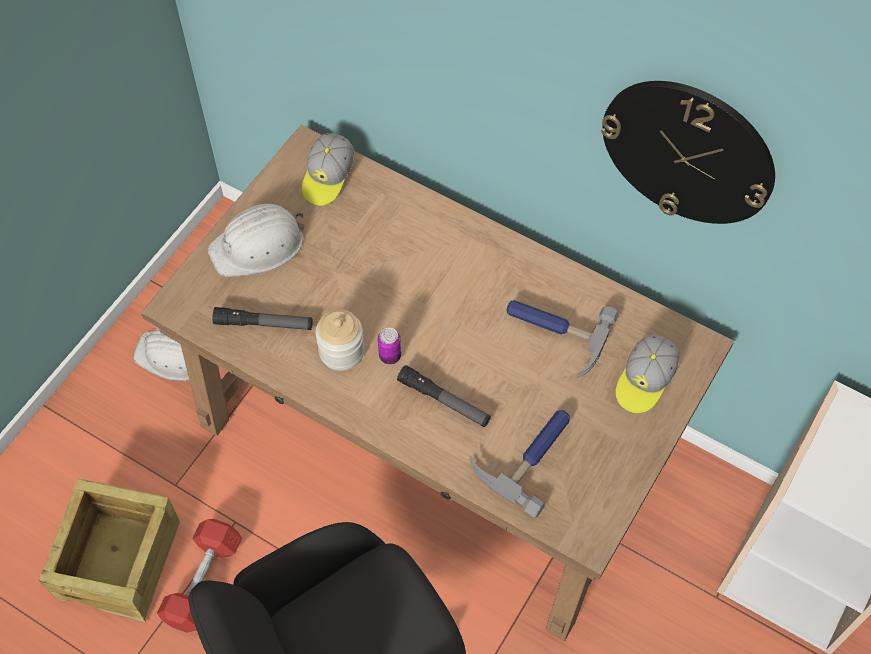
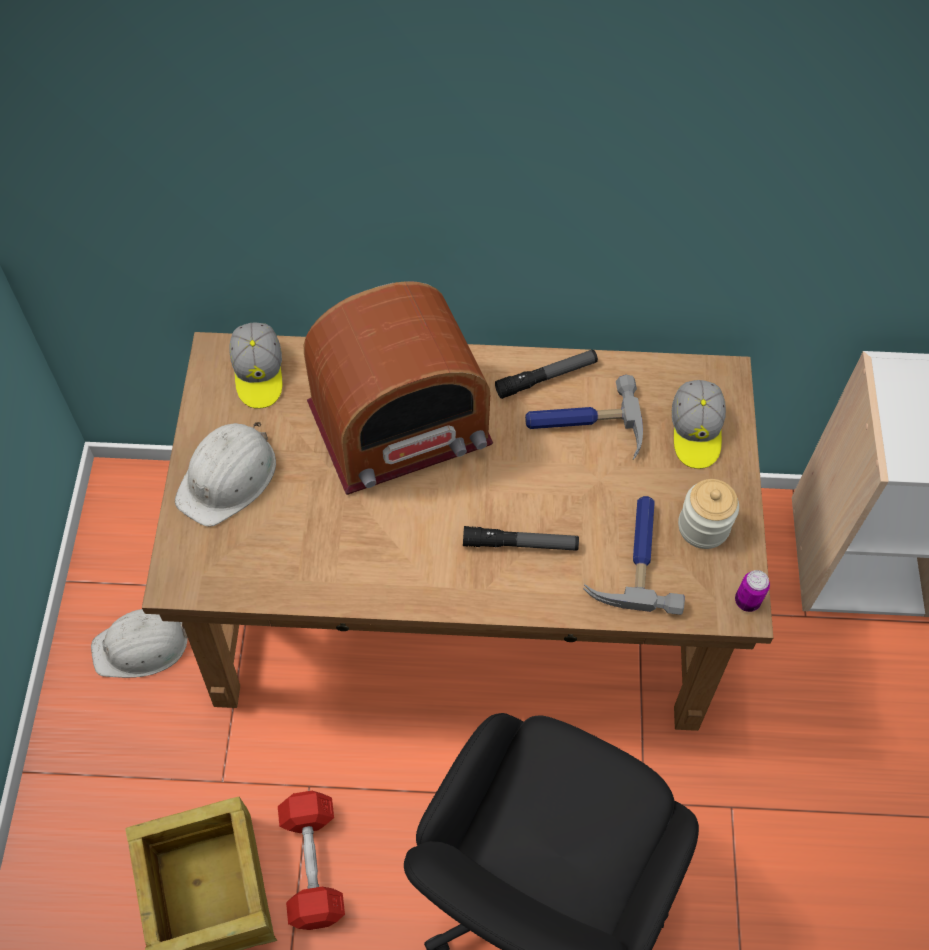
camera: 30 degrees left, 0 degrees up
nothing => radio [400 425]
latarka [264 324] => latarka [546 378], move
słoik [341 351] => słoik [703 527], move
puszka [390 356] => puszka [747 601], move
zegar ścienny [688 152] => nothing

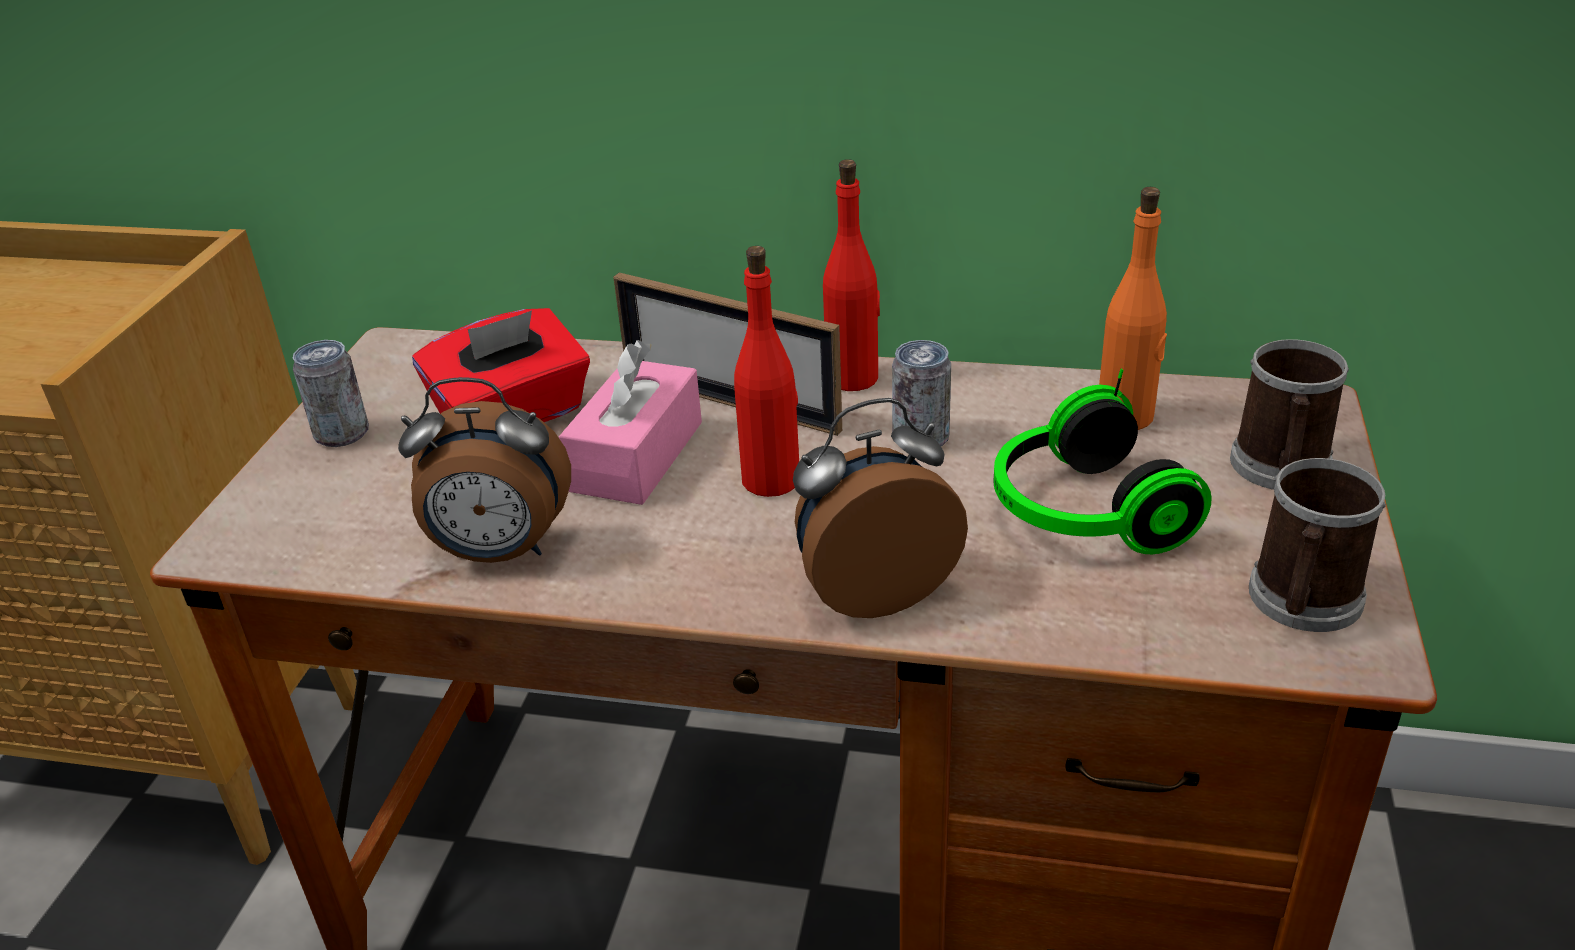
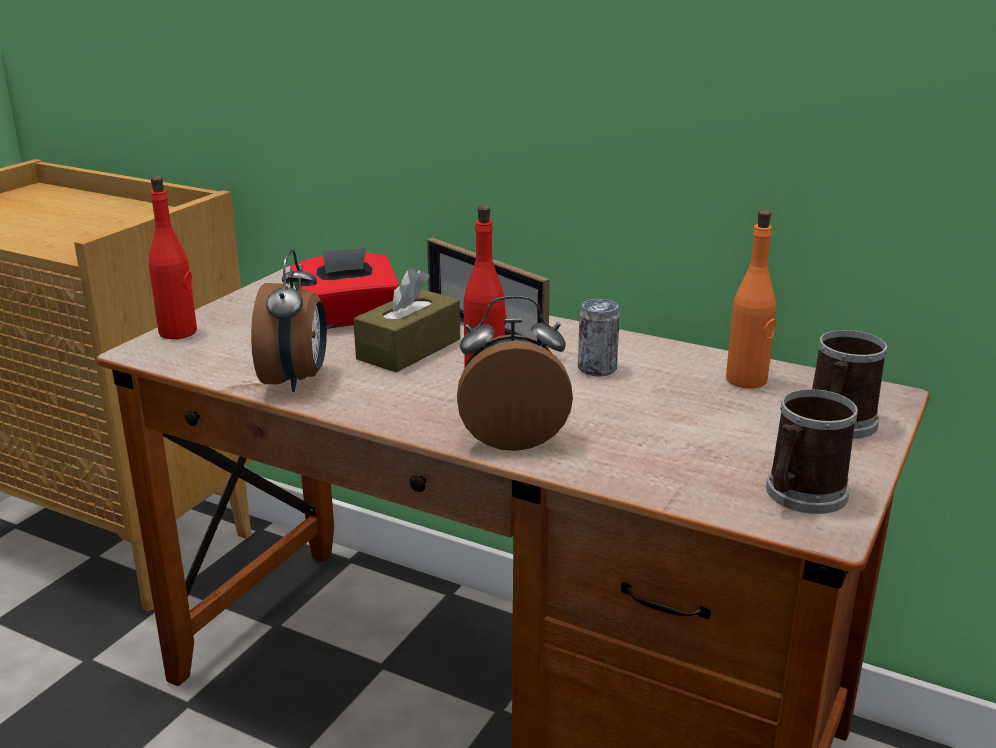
camera: 15 degrees right, 10 degrees down
butelka/czerwony [853 378] => butelka/czerwony [178 332], move
budzik [500 552] => budzik [296 380], 105 degrees counterclockwise
pudełko chusteczek/różowy [637 456] => pudełko chusteczek/brązowy [409 349]
puszka [342 434] => nothing
słuchawki [1081 513] => nothing

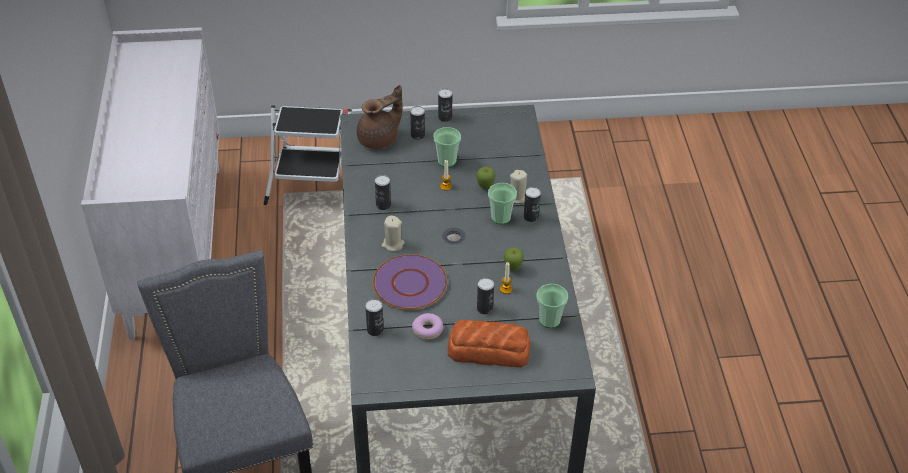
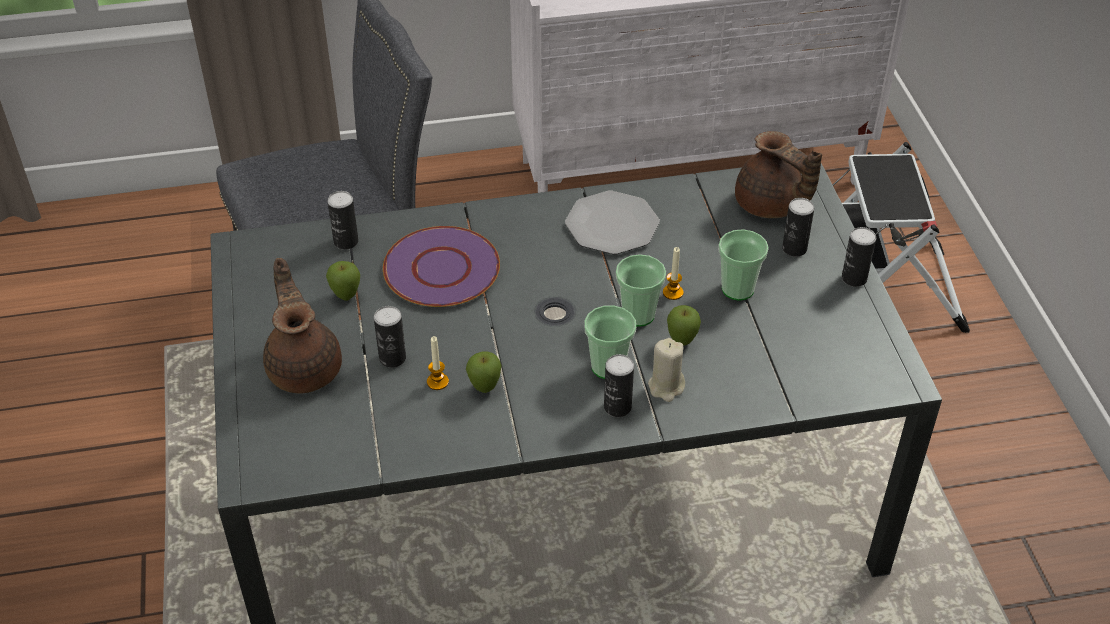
camera: 85 degrees right, 0 degrees up
chleb [488 349] => imbryk/brązowy [305 367]
donut [428 330] => jabłko [346 296]
puszka [383 205] => talerz [612 225]
filiżanka [549 320] => filiżanka [638 315], move
świeca/beżowy [393 244] => nothing

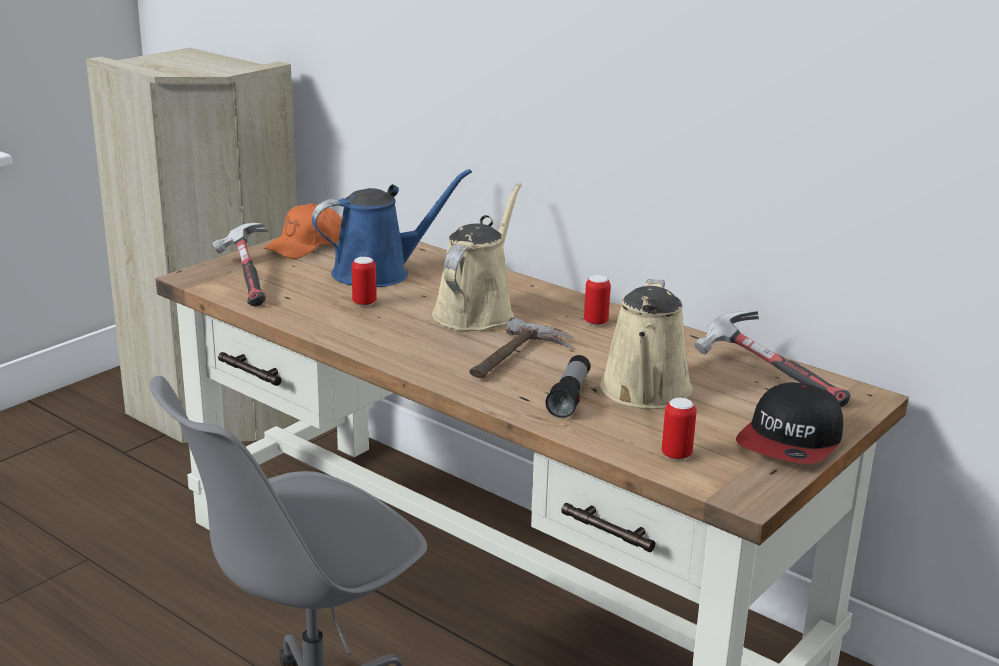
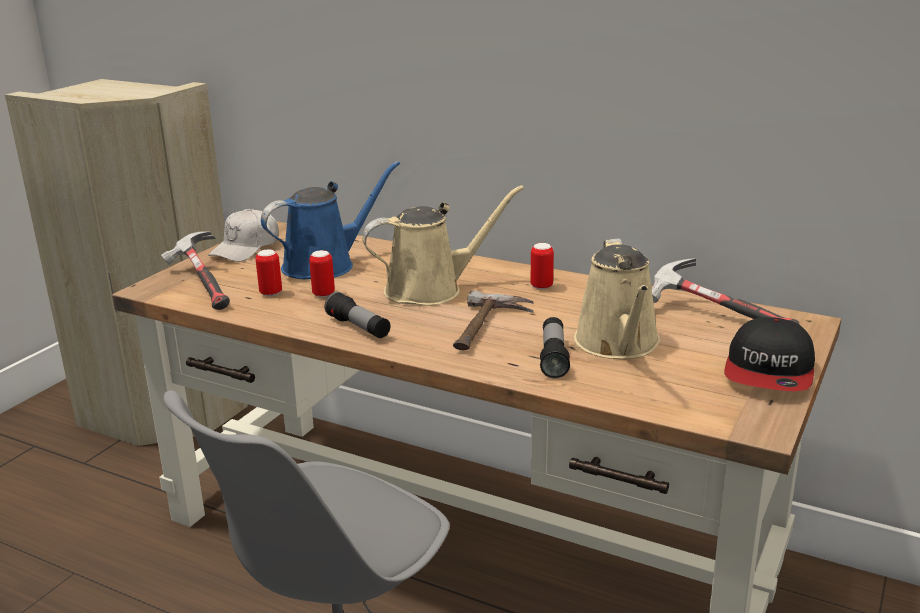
camera: 10 degrees left, 0 degrees up
czapka z daszkiem/pomarańczowy [305 245] => czapka z daszkiem/biały [246 248]
puszka [676 455] => puszka [271 293], move
nothing => latarka [358 328]
konewka/beżowy [476 311] => konewka/beżowy [430 289], 60 degrees clockwise

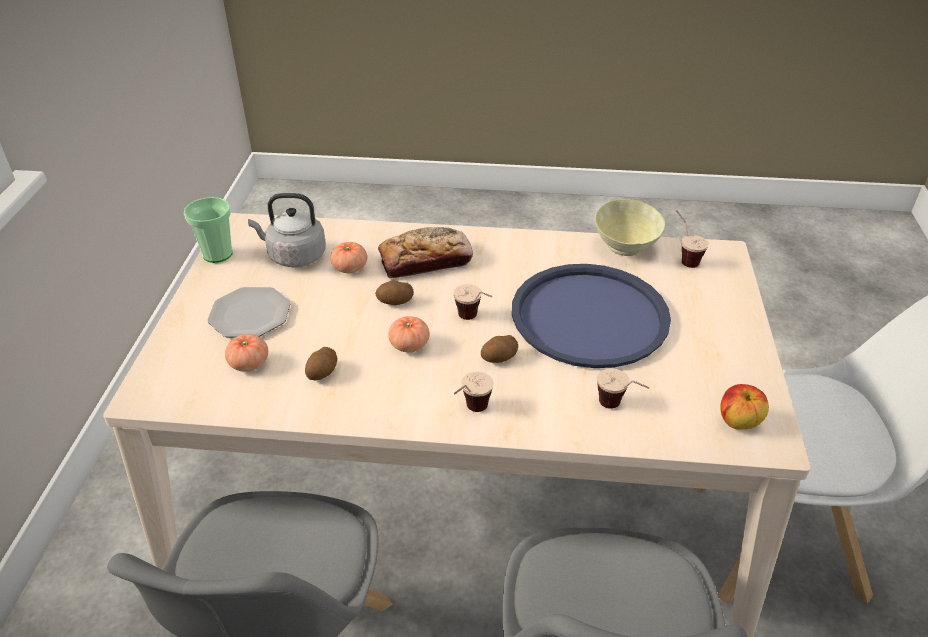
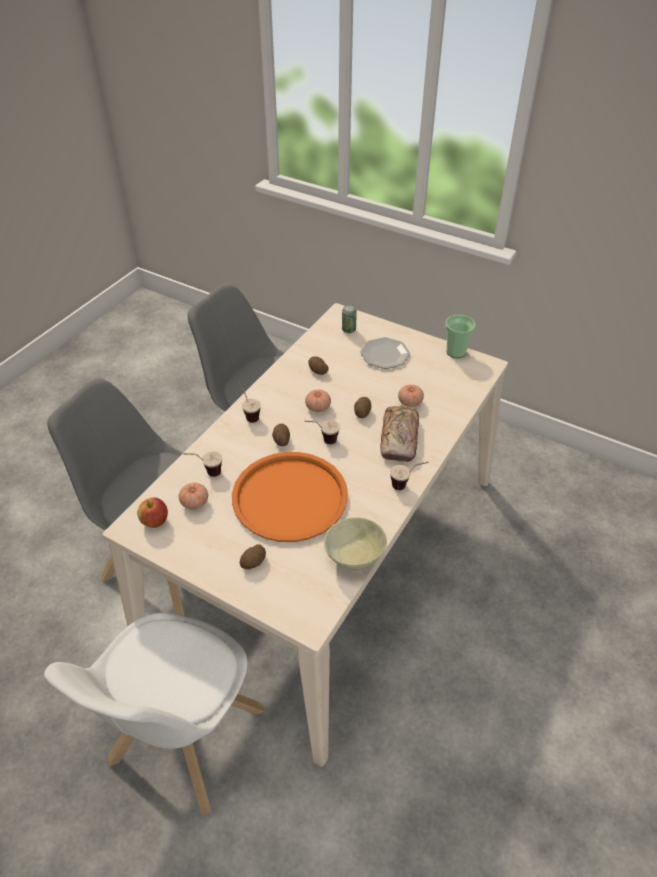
camera: 115 degrees right, 5 degrees up
pomidor [249 363] => pomidor [194 502], move
taca/niebieski [589 316] => taca/pomarańczowy [290 497]
nothing => ziemniak [254 562]
nothing => puszka [348 330]
filiżanka [683 257] => filiżanka [407 485], move
czajnik/szary [294 256] => nothing

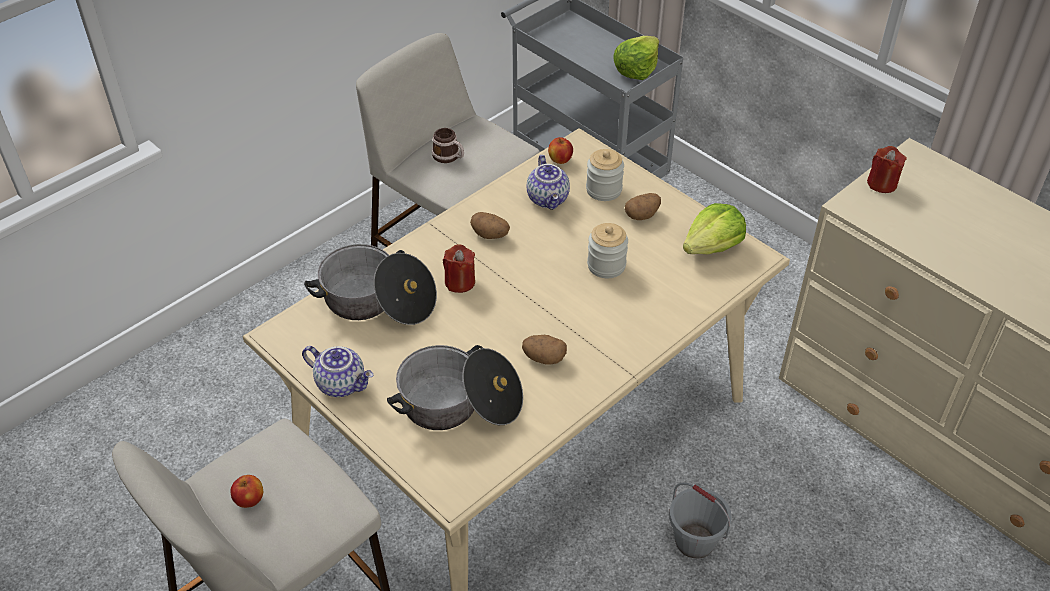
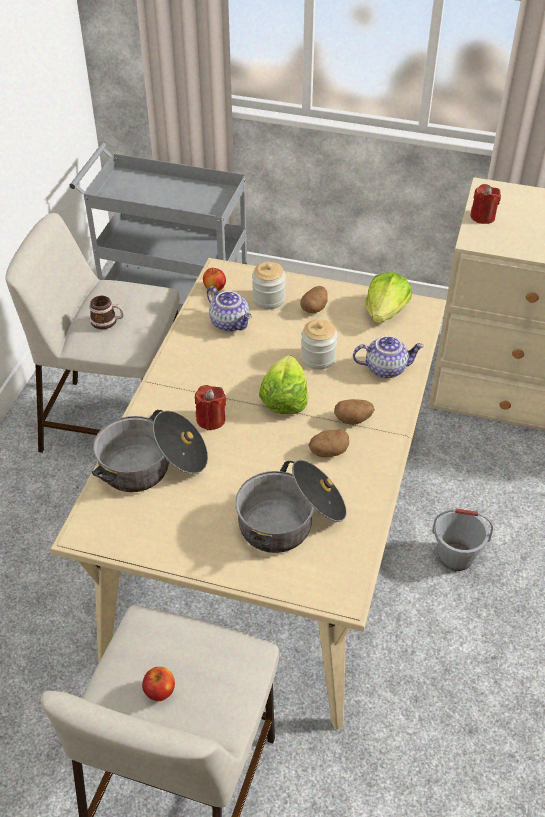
camera: 30 degrees left, 0 degrees up
sałata [636 69] => sałata [284 399], move
ziemniak [490 235] => ziemniak [353 419], move
imbryk [342 383] => imbryk [386 368], move

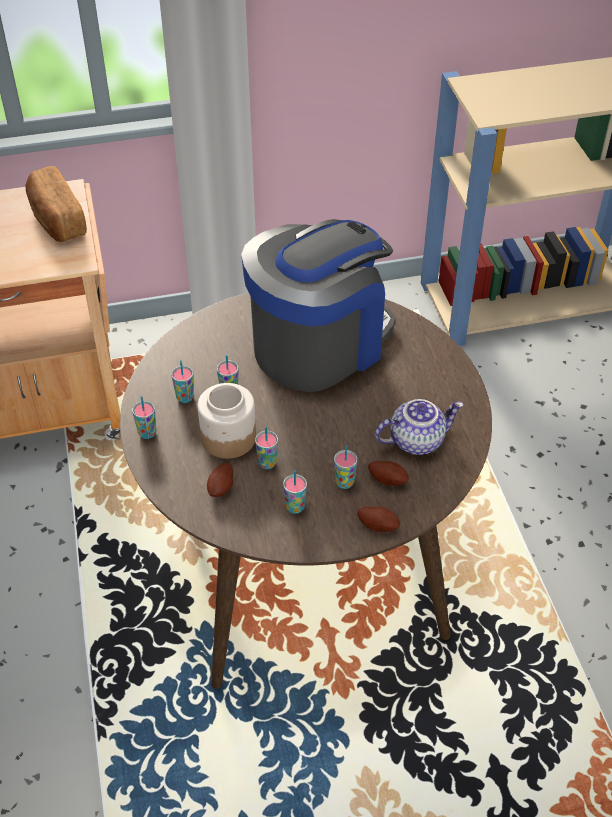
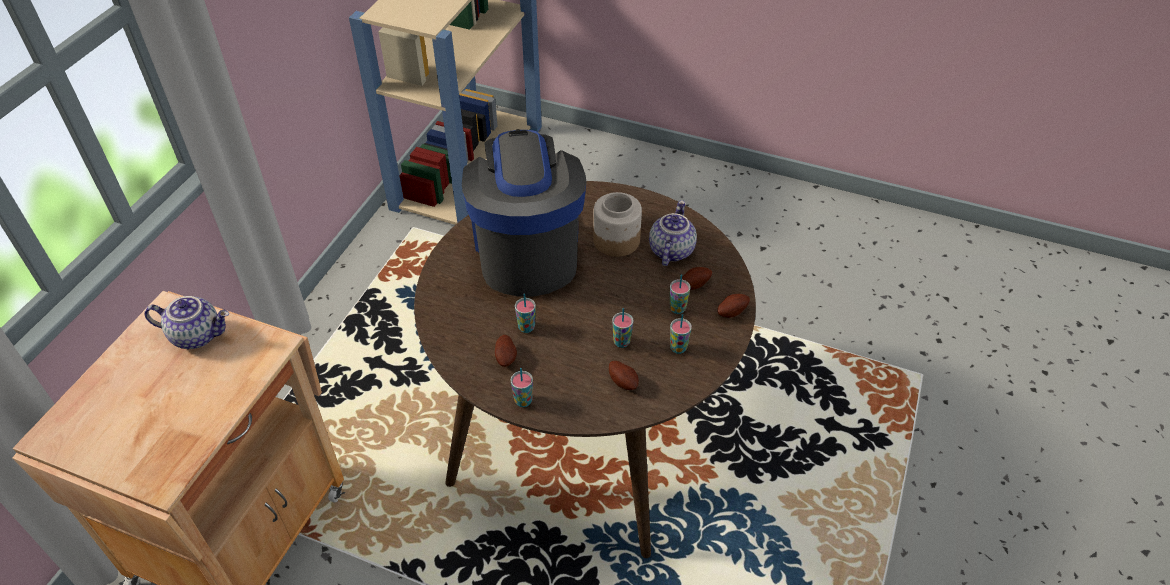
camera: 55 degrees left, 0 degrees up
chleb [56 219] => imbryk [198 334]
filiżanka [185 397] => ziemniak [506 357]
słoik [227 438] => słoik [616 240], move

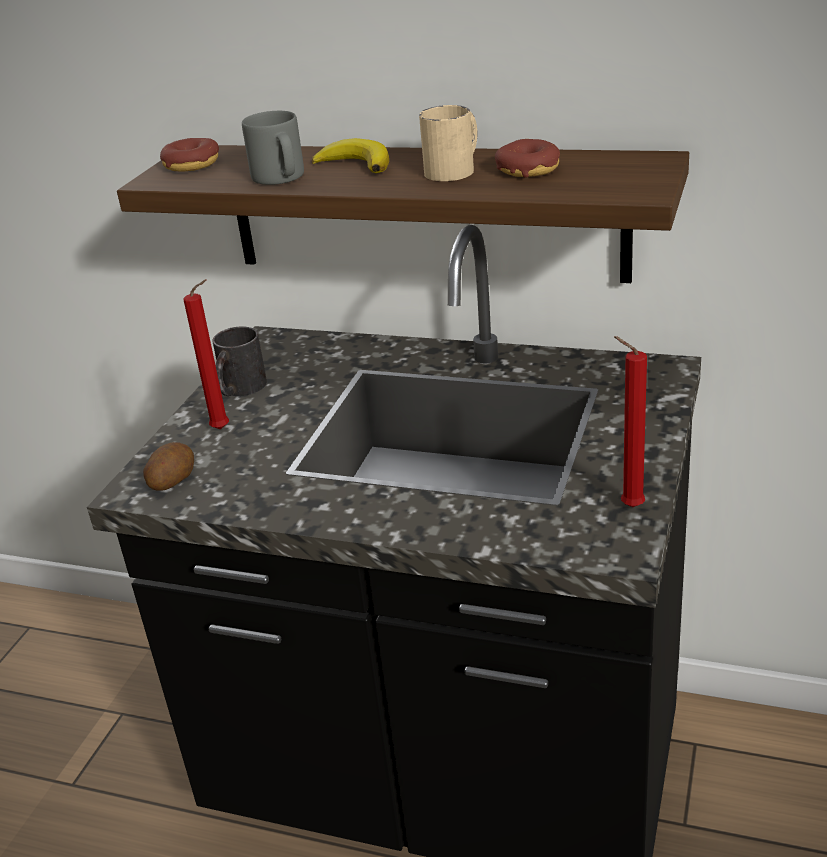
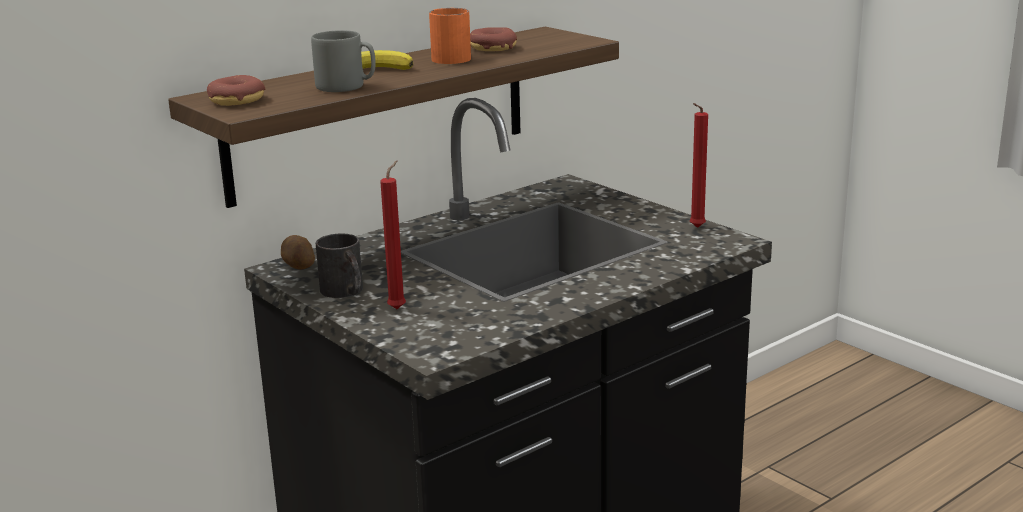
camera: 60 degrees left, 10 degrees down
ziemniak [171 480] => ziemniak [298 265], move
kubek/beżowy [455 169] => kubek/pomarańczowy [449 57]

